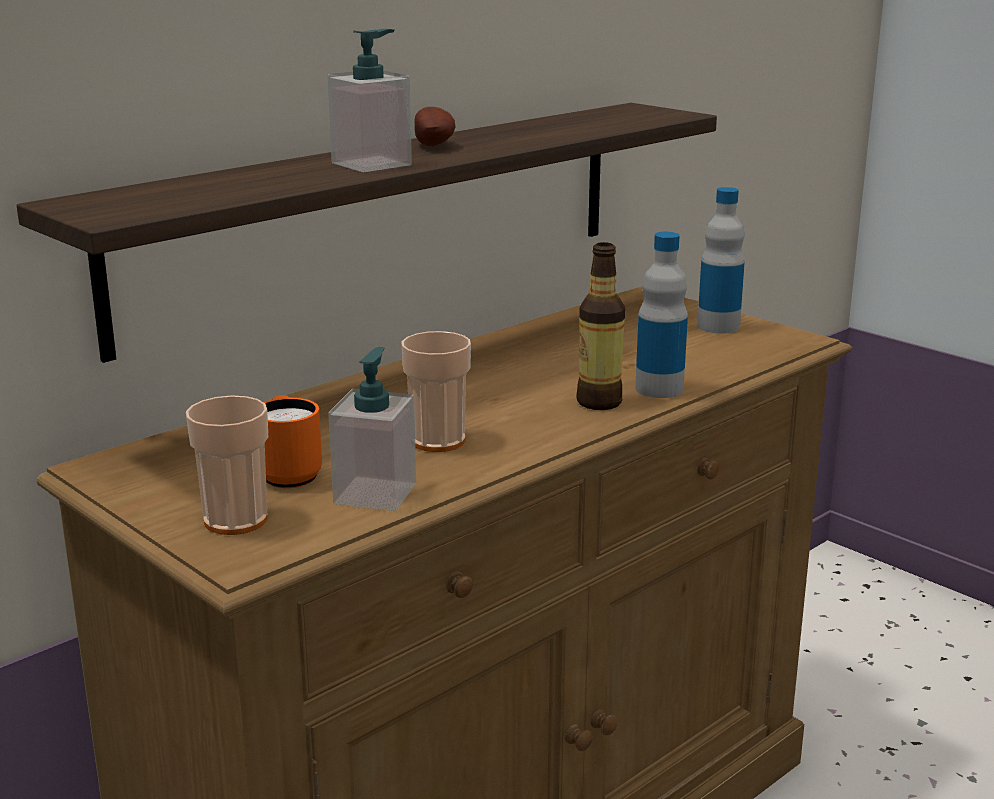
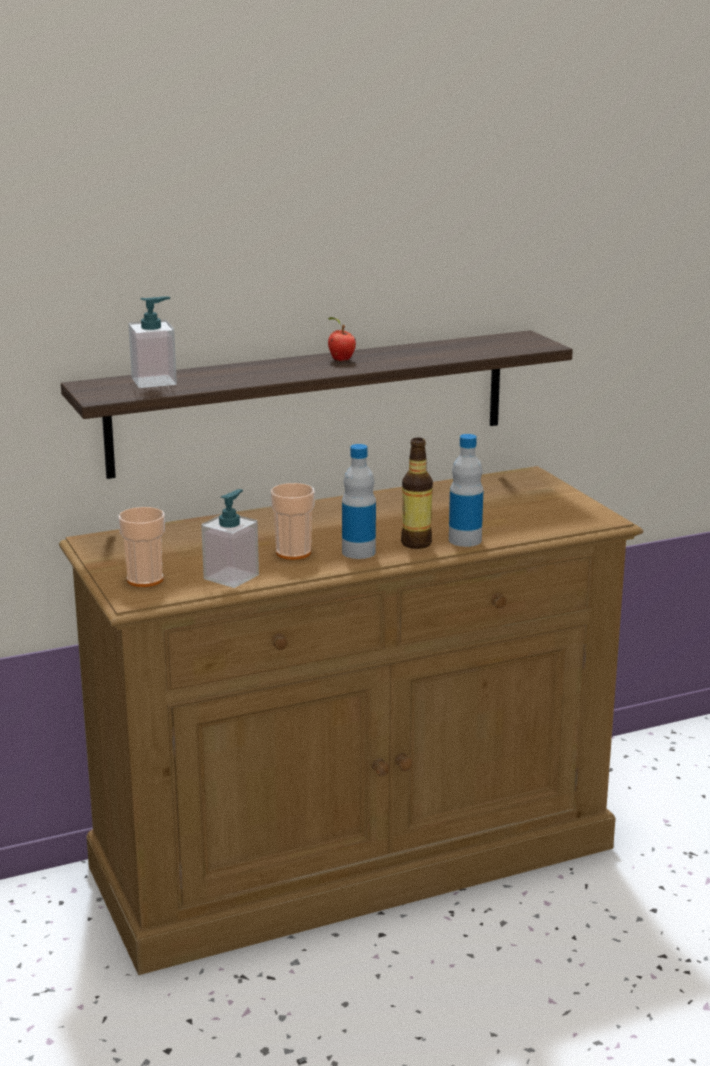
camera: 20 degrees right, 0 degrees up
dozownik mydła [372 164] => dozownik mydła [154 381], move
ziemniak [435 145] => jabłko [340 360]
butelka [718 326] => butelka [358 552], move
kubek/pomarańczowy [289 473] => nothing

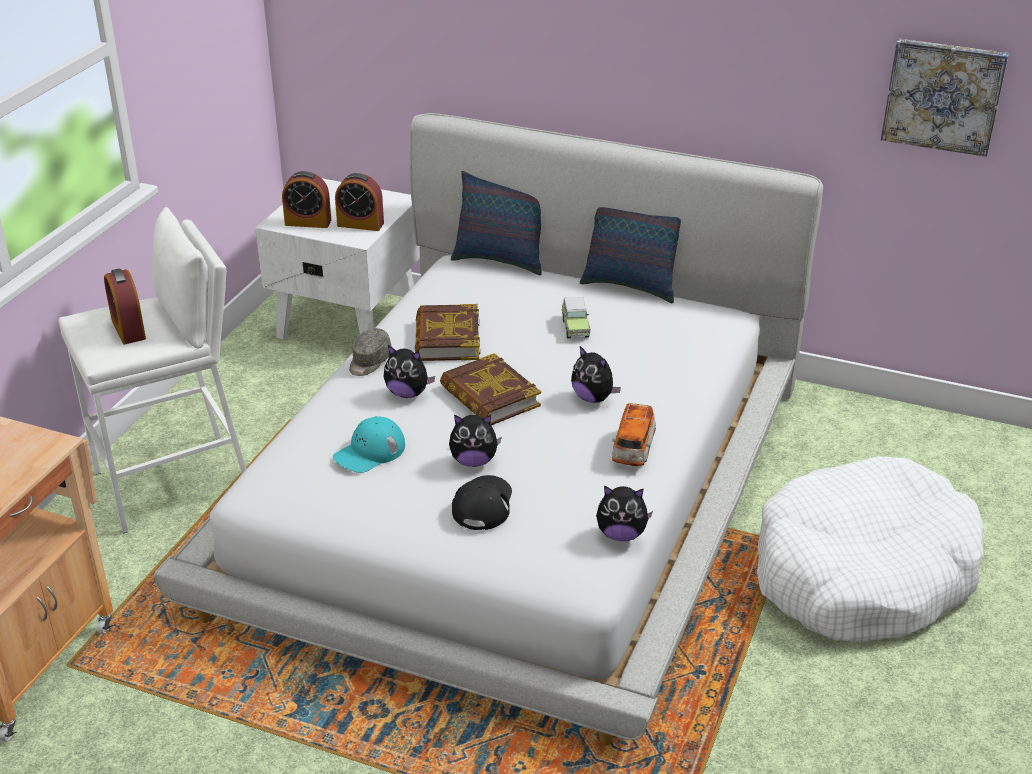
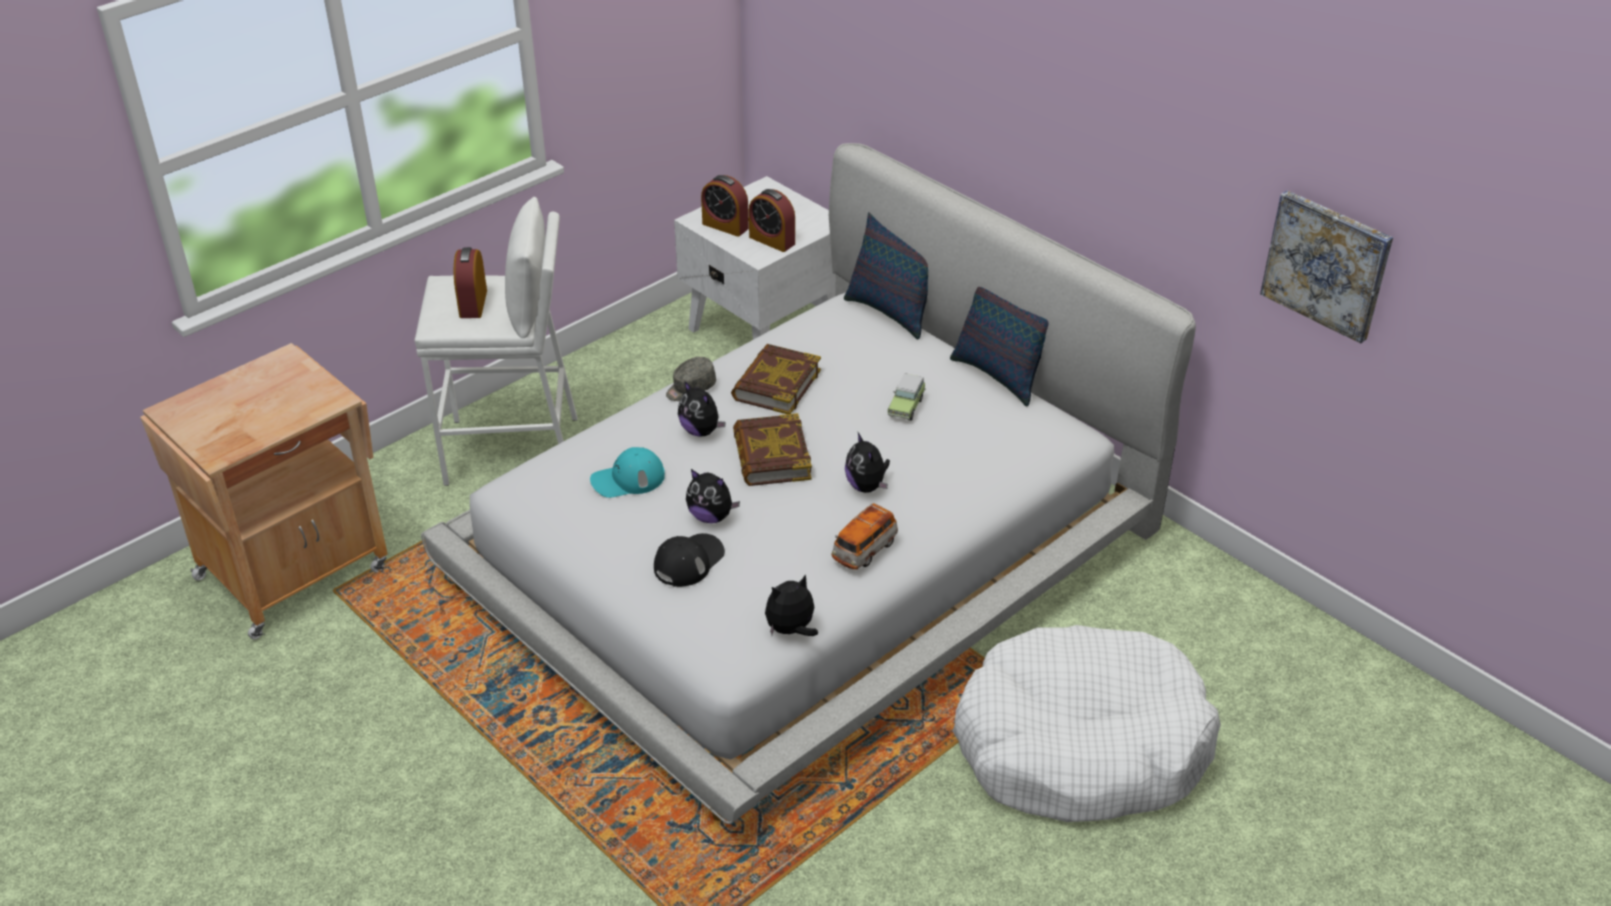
camera: 25 degrees right, 5 degrees up
pluszak [621 534] => pluszak [791 630], 120 degrees clockwise

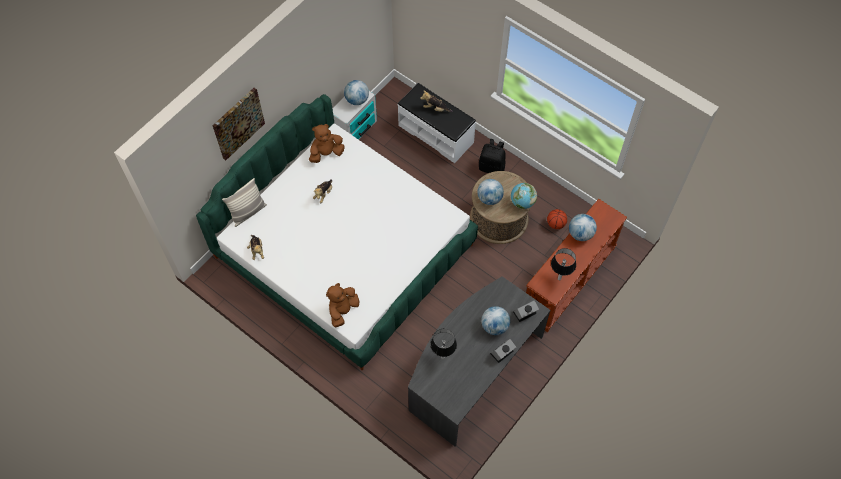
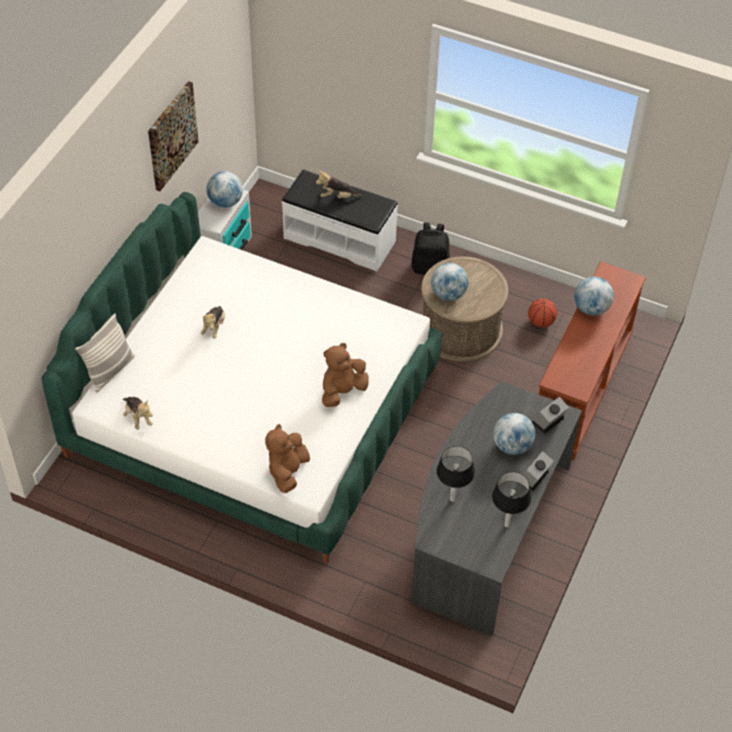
camera: 15 degrees left, 10 degrees down
obraz [238 123] => obraz [171 135], move
pluszak/brązowy [326 153] => pluszak/brązowy [342 391], move
lampa stołowa [559 278] => lampa stołowa [507 524], move
globus [522 202] => nothing

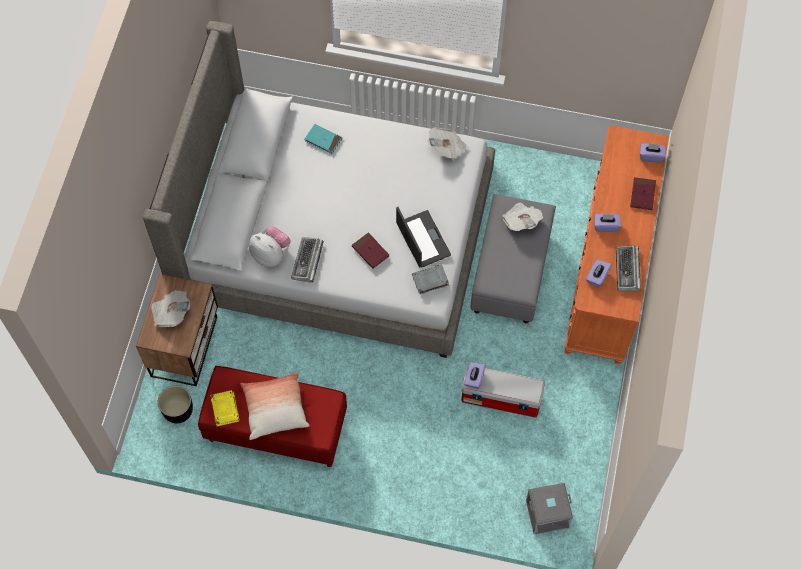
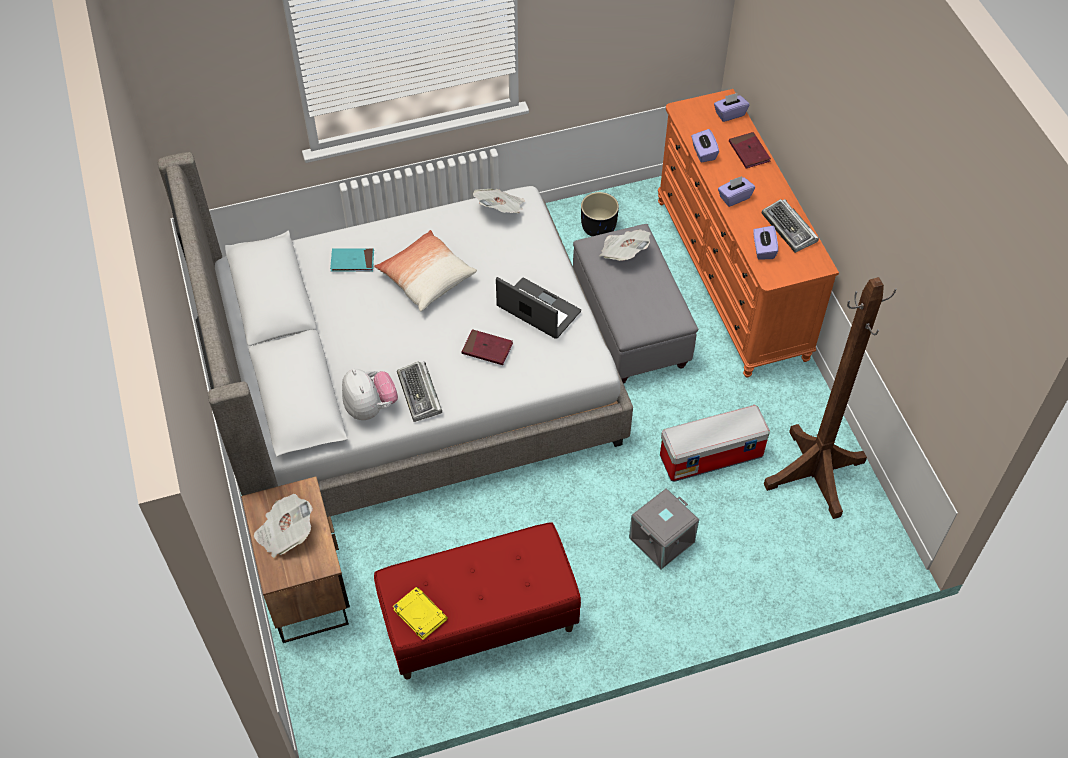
camera: 30 degrees left, 10 degrees down
pluszak [271 254] => pluszak [370 407], 60 degrees clockwise
poduszka [275 409] => poduszka [426 278], move
donica/czarny [178 411] => donica/czarny [599 228], move
pojemnik do przechowywania/szary [547 514] => pojemnik do przechowywania/szary [662 541], move
pudełko chusteczek/fioletowy [474 378] => pudełko chusteczek/fioletowy [703 153], move
nothing => wieszak/brązowy [814 473]
książka/szary [430 280] => nothing

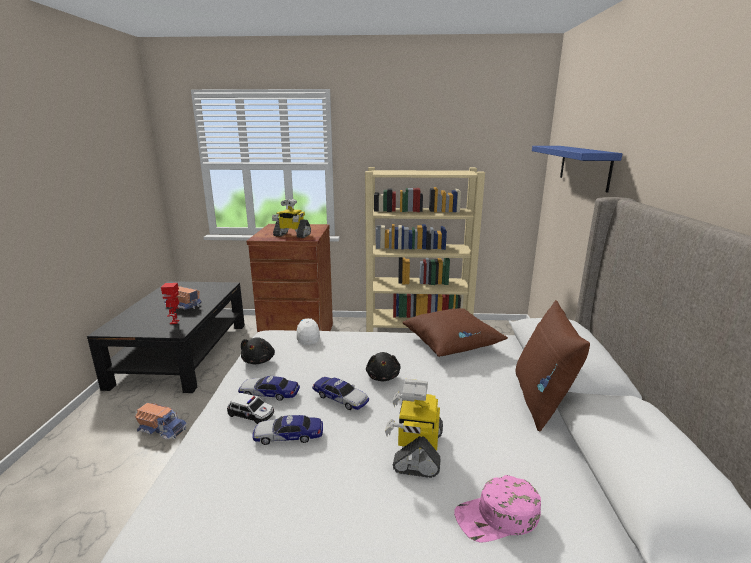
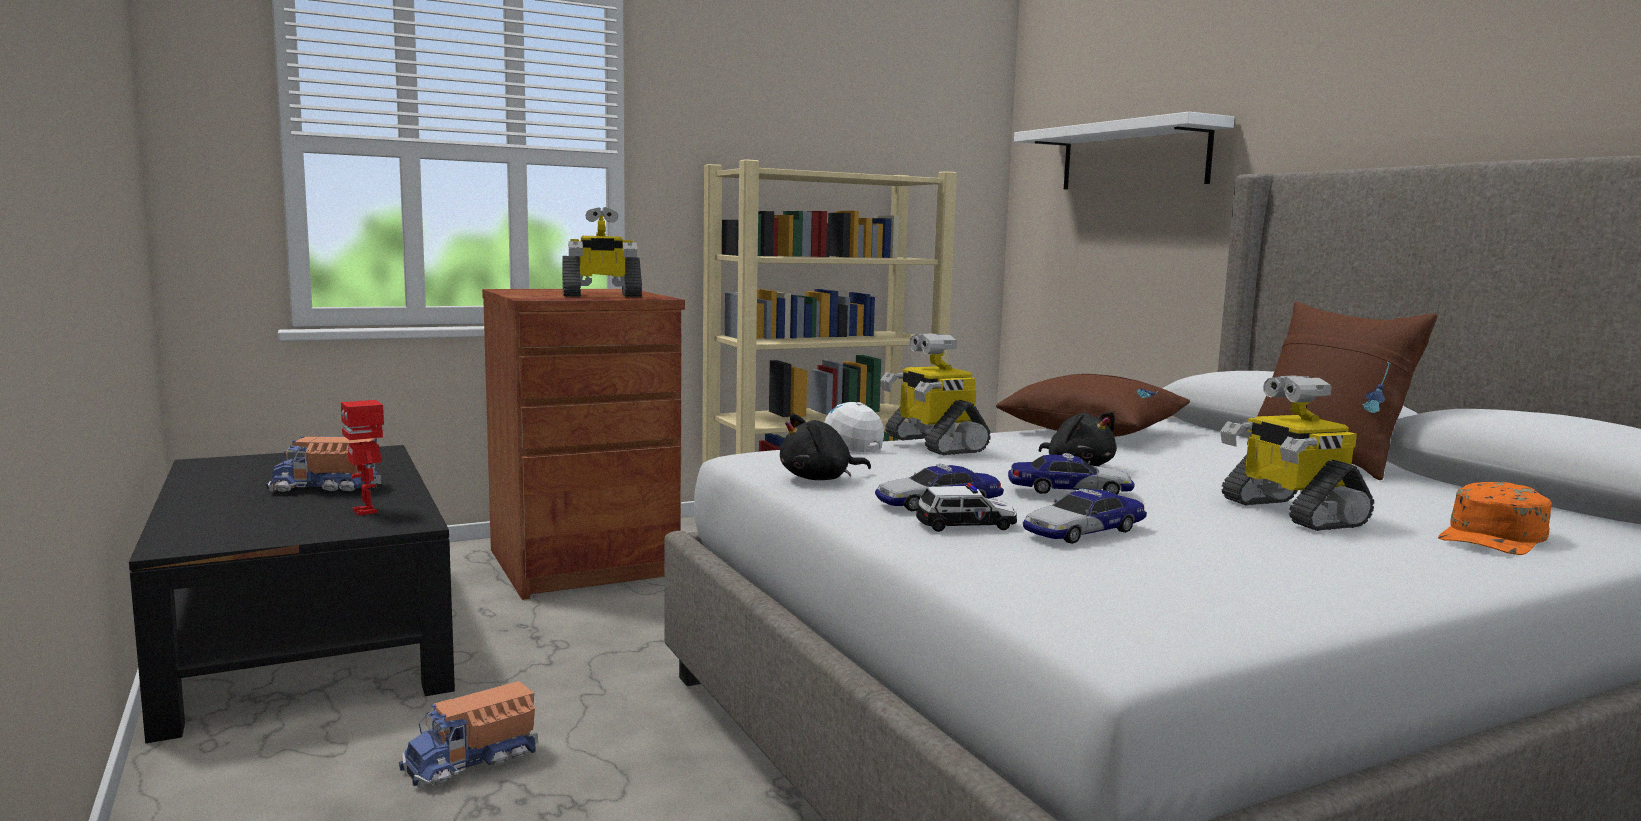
camera: 30 degrees left, 10 degrees down
ciężarówka zabawkowa [163 429] => ciężarówka zabawkowa [473 761], 150 degrees clockwise
pluszak/czarny [259 360] => pluszak/czarny [819 479], 90 degrees clockwise
nothing => robot zabawkowy [933 444]
półka/niebieski [584 166] => półka/biały [1133 157]
czapka z daszkiem/różowy [497 517] => czapka z daszkiem/pomarańczowy [1493 537]

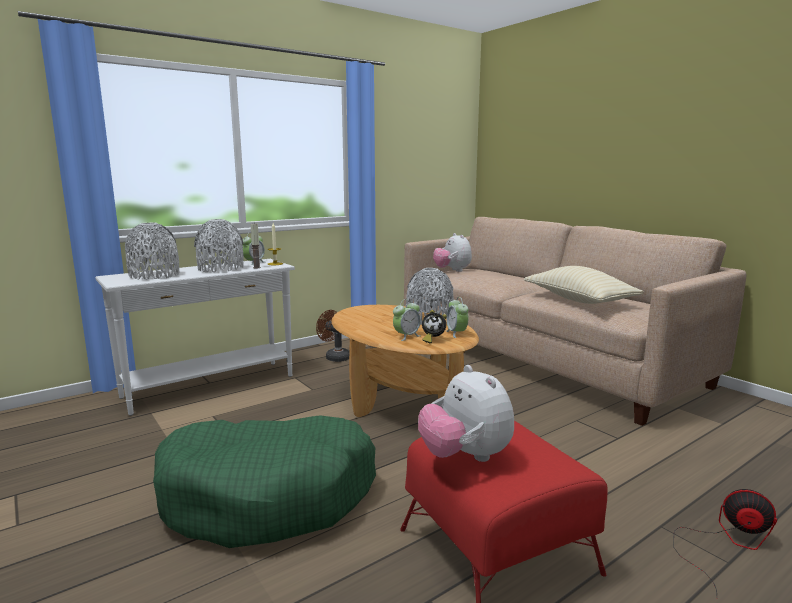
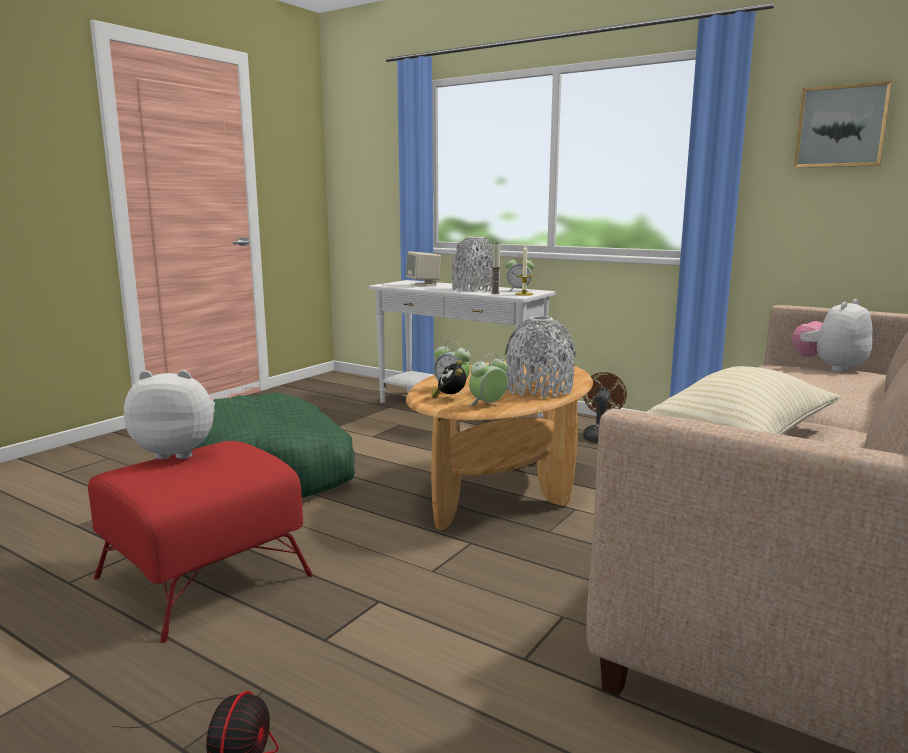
camera: 70 degrees right, 0 degrees up
pluszak [465 456] => pluszak [177 452], 45 degrees clockwise
wazon/szary [154 275] => głośnik/beżowy [423 285]
nothing => obraz [841 126]

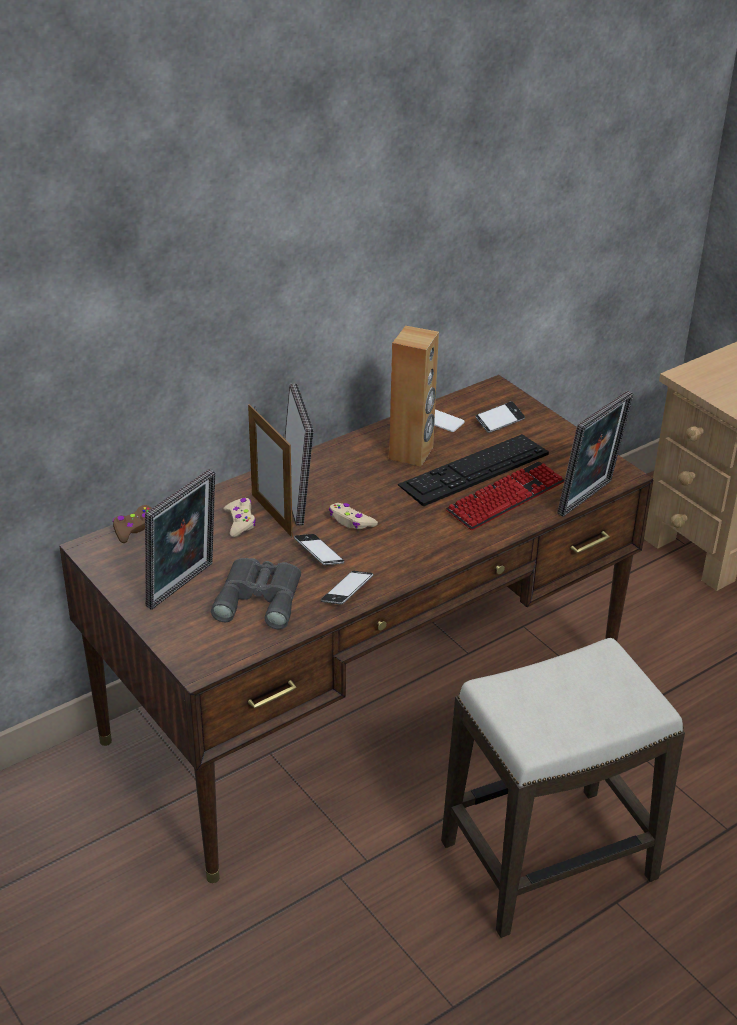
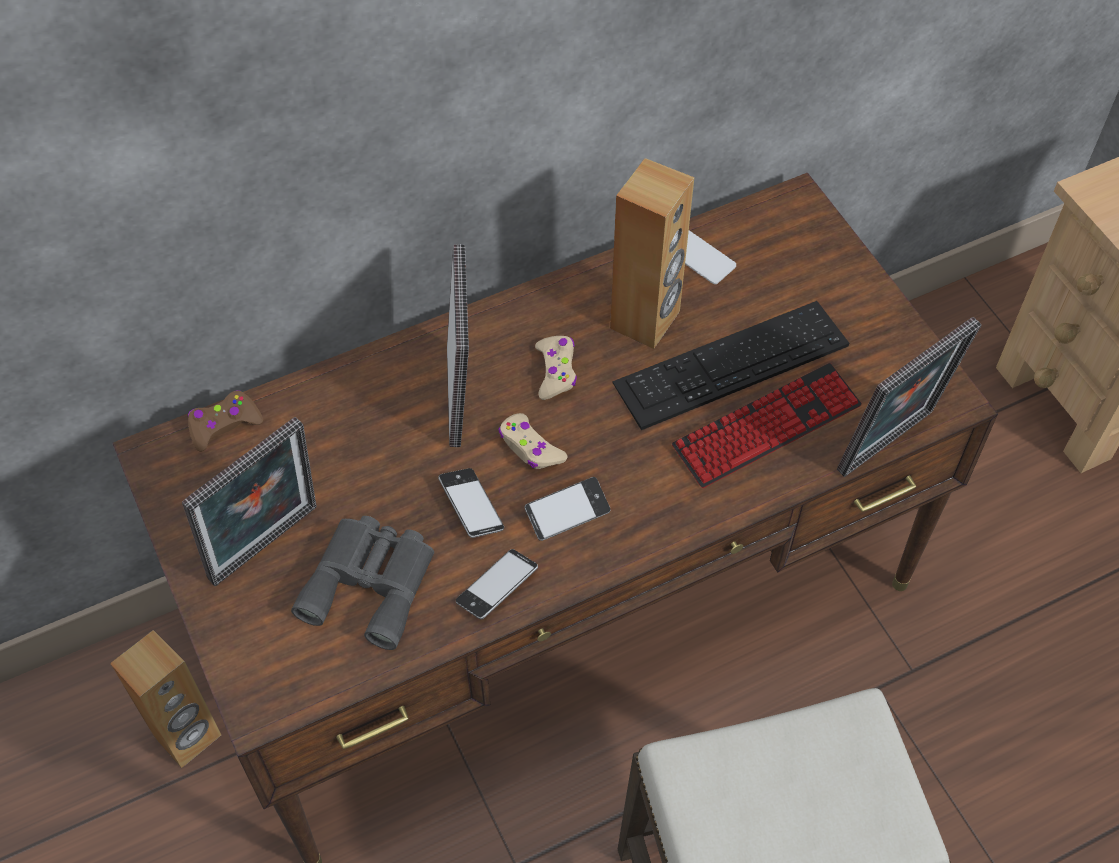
camera: 10 degrees right, 20 degrees up
nothing => głośnik/brązowy [188 737]
telefon [499 421] => telefon [567 512], move
pad do gier/beżowy [240 522] => pad do gier/beżowy [556 371], move
ramka na zdjęcie [272 515] => nothing

